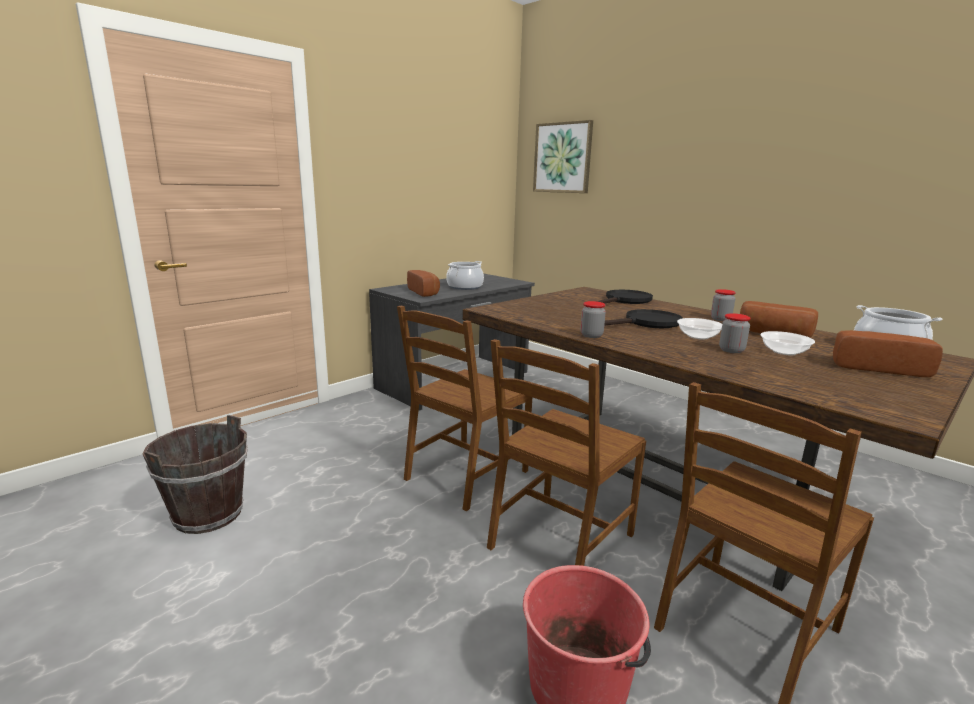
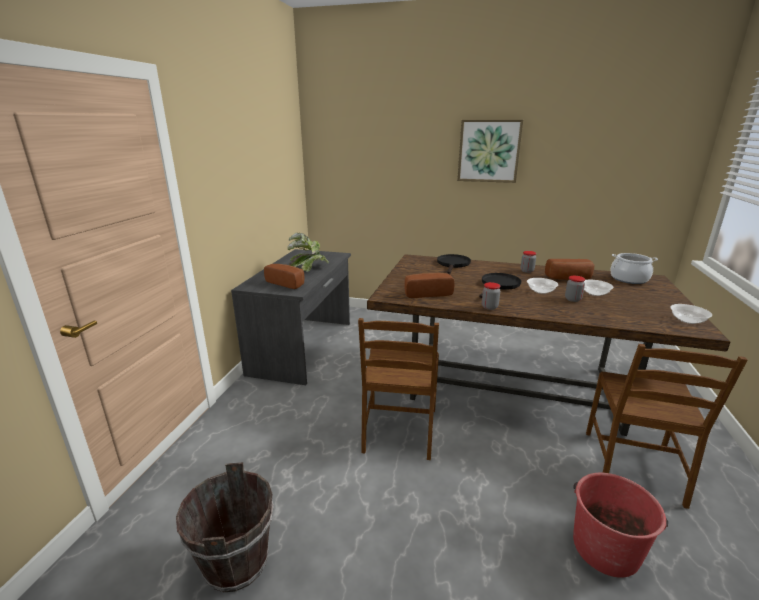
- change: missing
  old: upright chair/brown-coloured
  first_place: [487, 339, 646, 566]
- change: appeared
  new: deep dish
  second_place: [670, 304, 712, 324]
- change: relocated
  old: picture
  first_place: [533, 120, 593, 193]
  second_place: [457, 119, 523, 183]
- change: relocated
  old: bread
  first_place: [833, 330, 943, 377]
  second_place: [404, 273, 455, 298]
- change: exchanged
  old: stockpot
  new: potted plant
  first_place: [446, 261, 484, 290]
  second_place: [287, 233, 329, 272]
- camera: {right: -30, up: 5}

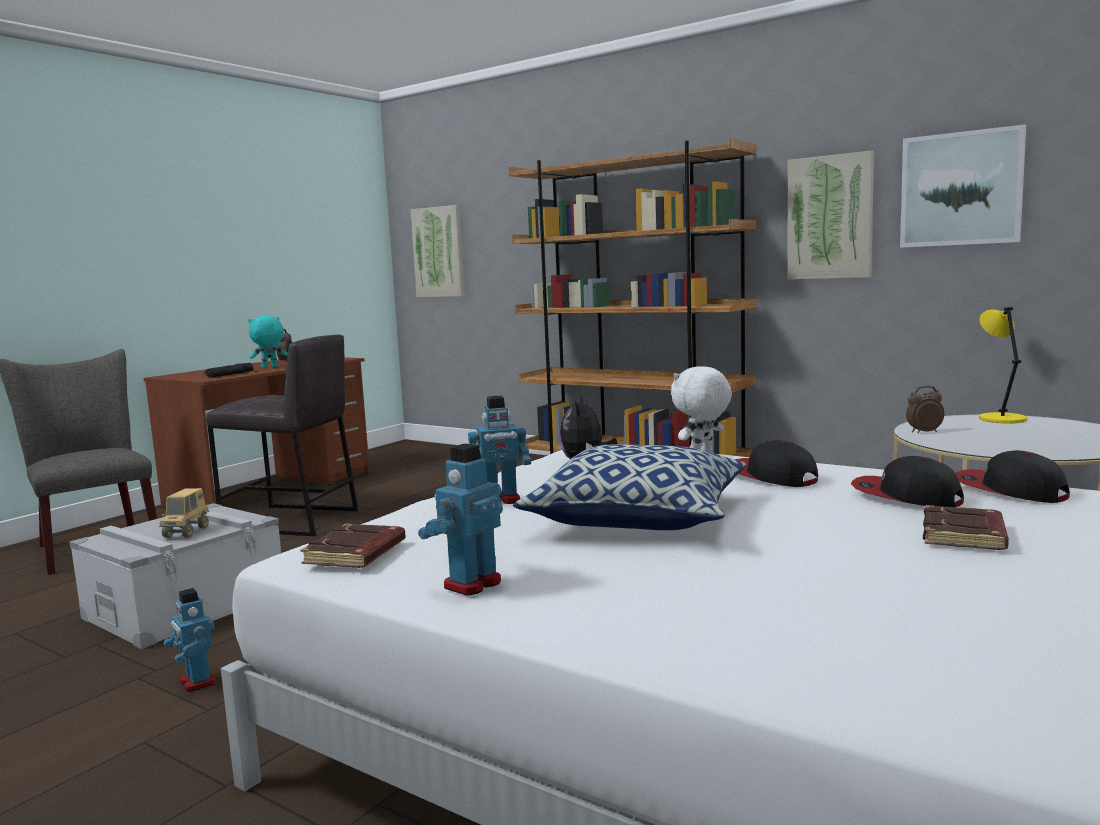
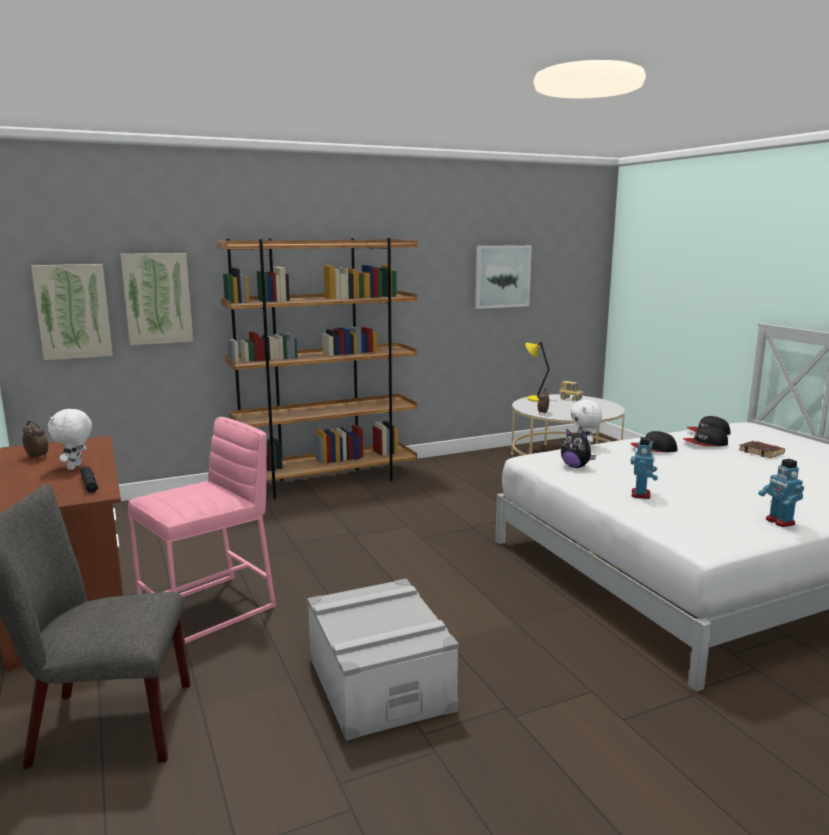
- change: missing
  old: model robot
  first_place: [163, 588, 216, 692]
- change: missing
  old: book/brown-coloured
  first_place: [300, 524, 406, 568]
- change: missing
  old: throw pillow
  first_place: [513, 444, 746, 530]
- change: relocated
  old: model truck
  first_place: [159, 488, 209, 538]
  second_place: [559, 381, 584, 401]
- change: relocated
  old: picture
  first_place: [787, 151, 874, 280]
  second_place: [120, 253, 193, 345]
- change: colour
  old: sitting stool/greyish
  new: sitting stool/pinkish
  first_place: [206, 335, 358, 536]
  second_place: [128, 417, 276, 644]
- change: colour
  old: soft toy/blue-green
  new: soft toy/whitish
  first_place: [248, 315, 288, 368]
  second_place: [48, 409, 92, 470]
- camera: {right: -60, up: 5}

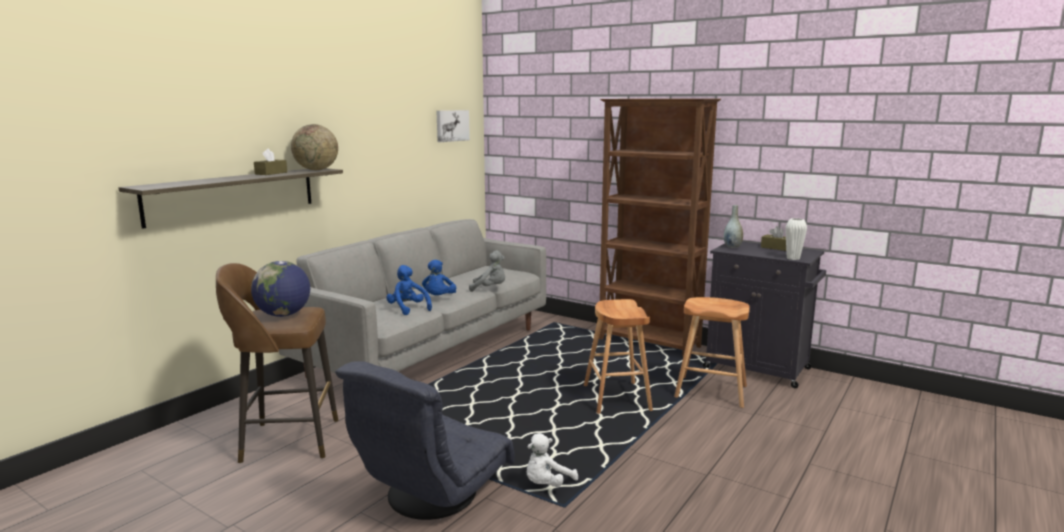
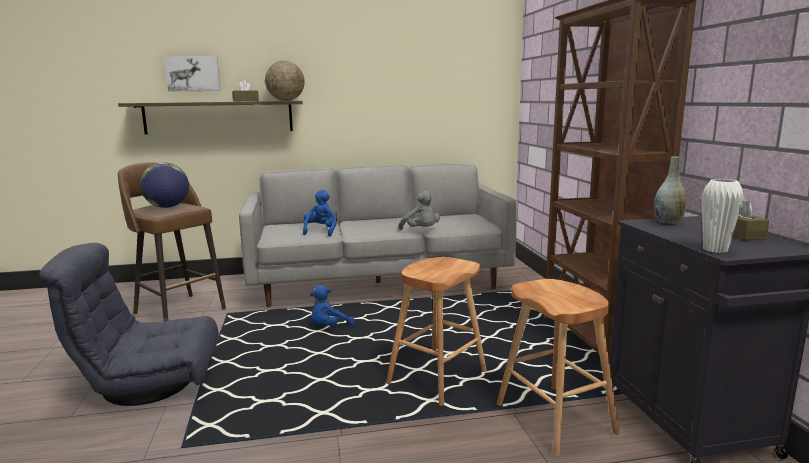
- change: missing
  old: soft toy/whitish
  first_place: [527, 433, 578, 487]
- change: relocated
  old: soft toy/blue-coloured
  first_place: [422, 260, 456, 295]
  second_place: [310, 285, 355, 326]
- change: relocated
  old: picture
  first_place: [436, 110, 470, 142]
  second_place: [164, 56, 220, 91]
- camera: {right: 45, up: 0}

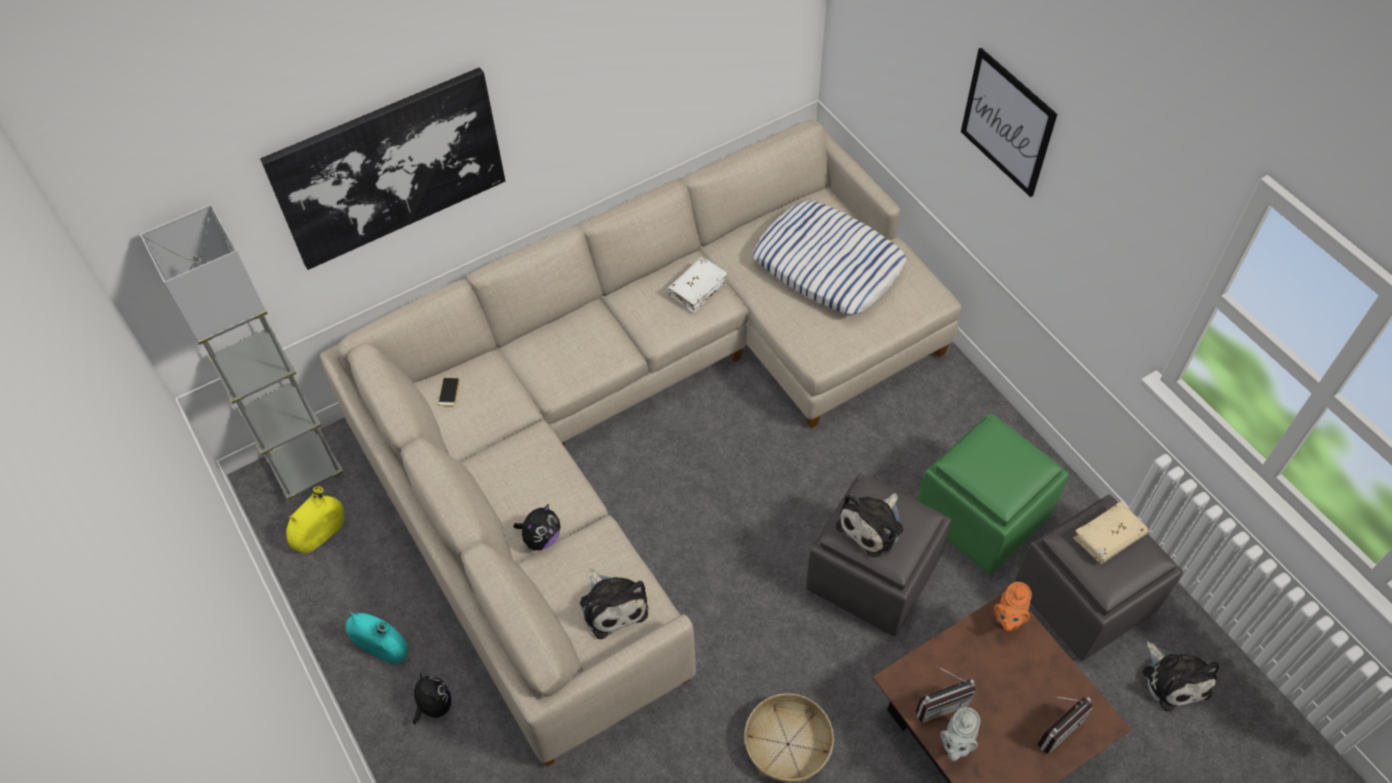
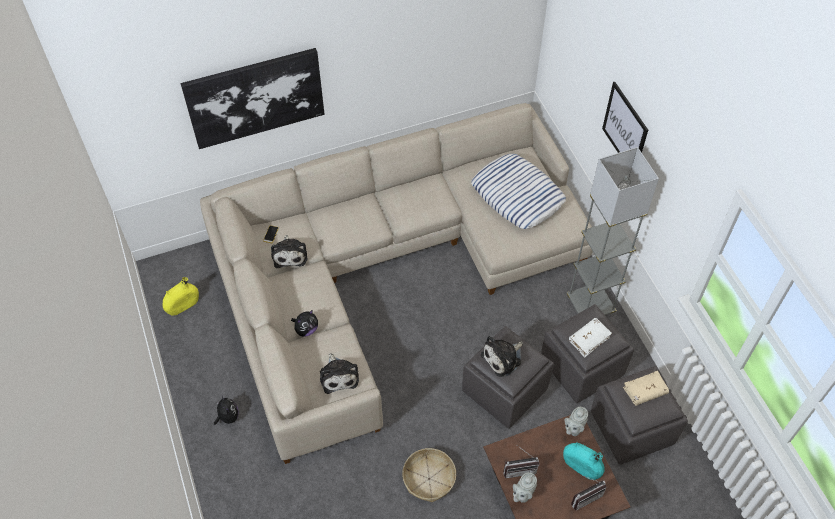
- change: relocated
  old: standing lamp/greyish
  first_place: [140, 204, 343, 501]
  second_place: [567, 147, 659, 315]
- change: relocated
  old: flower vase/blue-green
  first_place: [346, 612, 408, 664]
  second_place: [563, 442, 604, 480]
- change: relocated
  old: book/whitish
  first_place: [668, 257, 728, 313]
  second_place: [569, 318, 612, 357]
- change: relocated
  old: soft toy
  first_place: [1143, 642, 1219, 711]
  second_place: [271, 235, 307, 268]
- change: colour
  old: footrest/greenish
  new: footrest/greyish
  first_place: [917, 413, 1069, 575]
  second_place: [541, 304, 634, 403]
- change: colour
  old: tea pot/orangey
  new: tea pot/greyish
  first_place: [994, 582, 1032, 631]
  second_place: [564, 407, 588, 436]
- camera: {right: 10, up: 0}

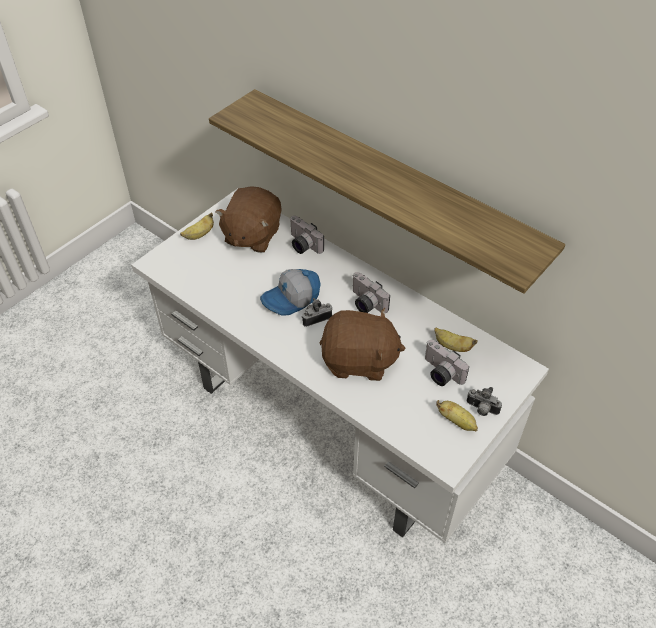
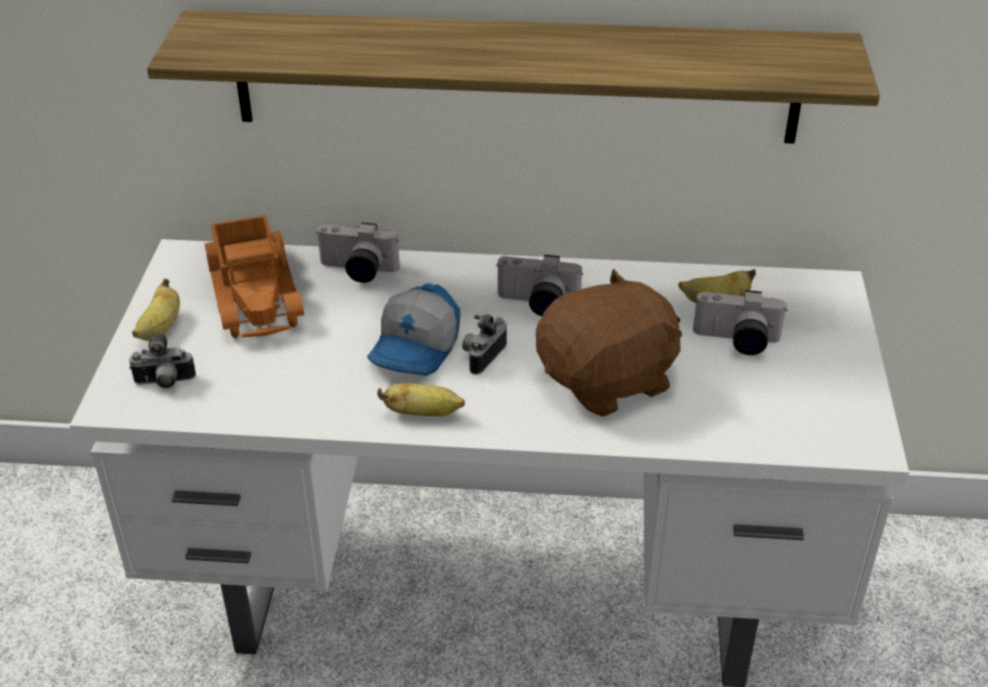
- change: relocated
  old: whole banana
  first_place: [436, 400, 478, 431]
  second_place: [377, 383, 465, 417]
- change: relocated
  old: photo camera
  first_place: [467, 387, 502, 416]
  second_place: [129, 333, 196, 388]
- change: exchanged
  old: soft toy/brown-coloured
  new: model truck
  first_place: [215, 186, 281, 253]
  second_place: [205, 215, 304, 338]
- camera: {right: -35, up: -10}

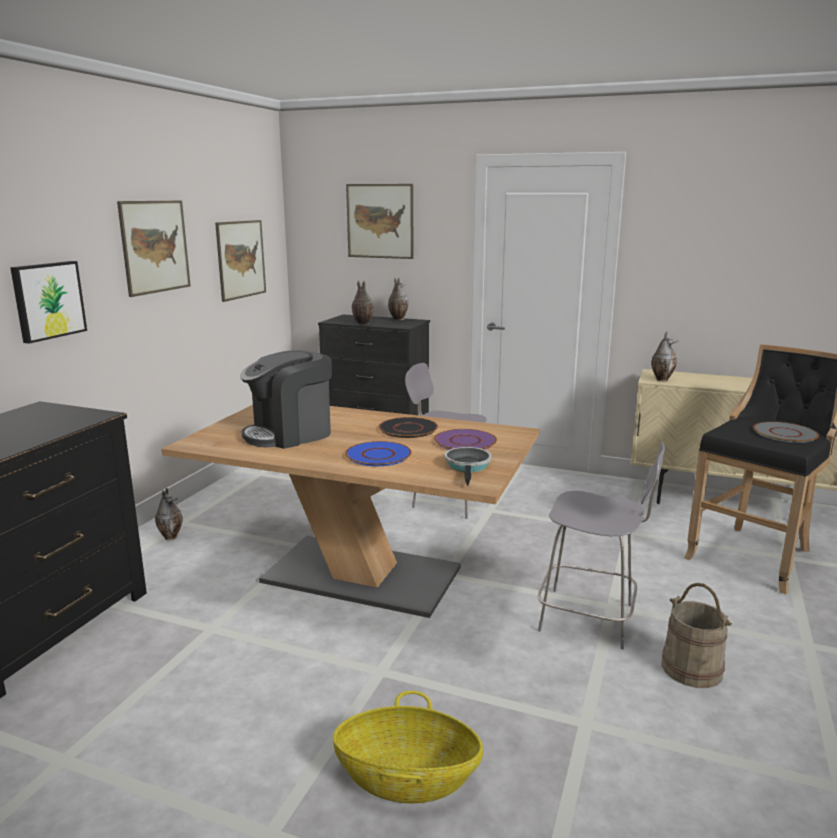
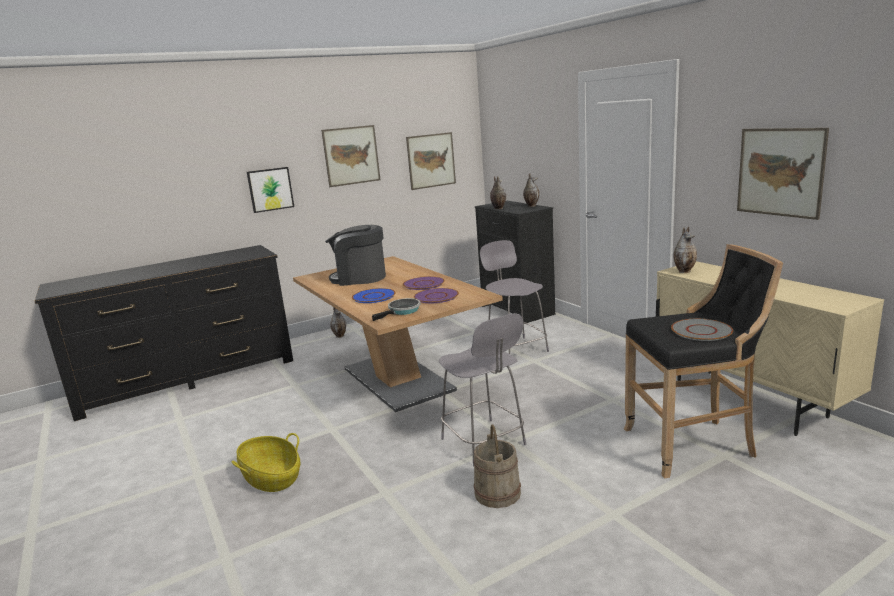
- change: relocated
  old: picture
  first_place: [346, 184, 414, 259]
  second_place: [737, 128, 829, 220]
- change: colour
  old: dinner plate/blackish
  new: dinner plate/purple
  first_place: [378, 417, 438, 438]
  second_place: [403, 276, 445, 290]
- camera: {right: 40, up: 0}

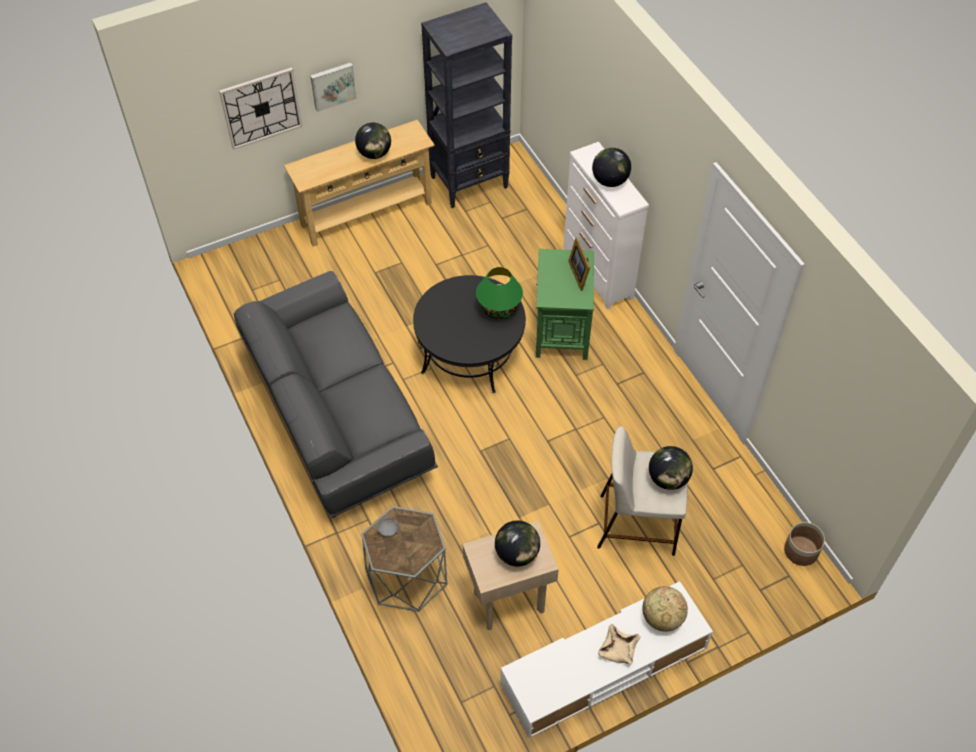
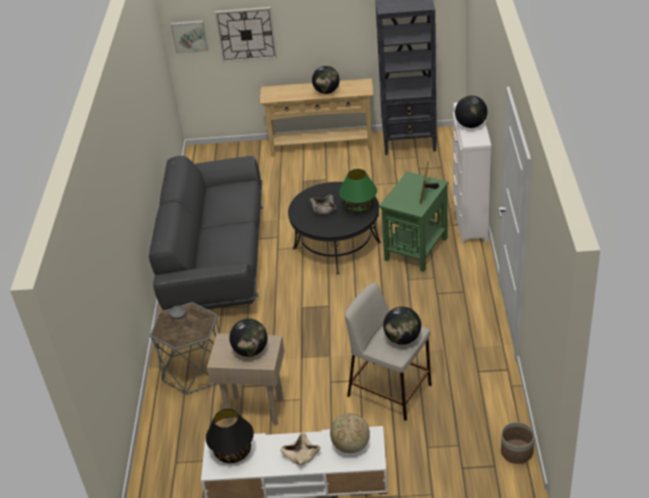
- change: appeared
  new: lamp for a table/blackish
  second_place: [206, 409, 254, 463]
- change: appeared
  new: deep dish/sand-coloured
  second_place: [310, 194, 336, 215]
- change: relocated
  old: picture
  first_place: [310, 62, 357, 112]
  second_place: [171, 20, 208, 54]
- camera: {right: 30, up: -15}

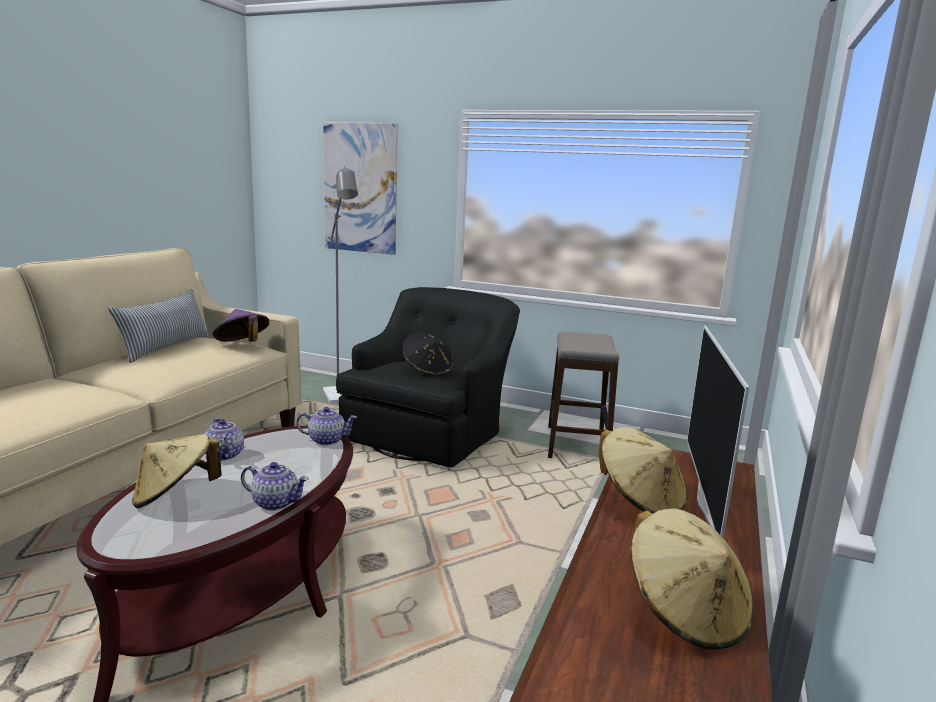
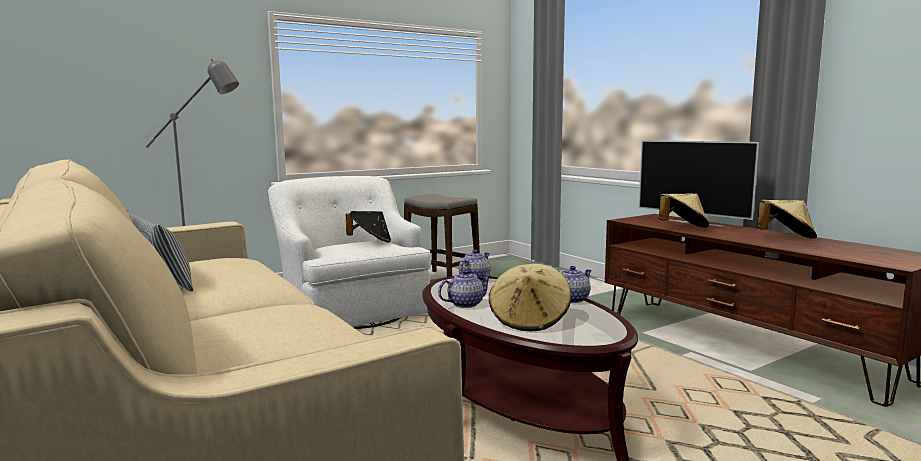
- change: missing
  old: wearable hat/purple
  first_place: [213, 309, 269, 342]
- change: missing
  old: picture
  first_place: [323, 122, 398, 255]
- change: colour
  old: armchair/blackish
  new: armchair/whitish
  first_place: [336, 287, 520, 467]
  second_place: [268, 176, 431, 329]
- change: spun
  old: tea pot
  first_place: [204, 418, 244, 461]
  second_place: [438, 270, 492, 308]
  degrees: 150
- camera: {right: -55, up: -5}

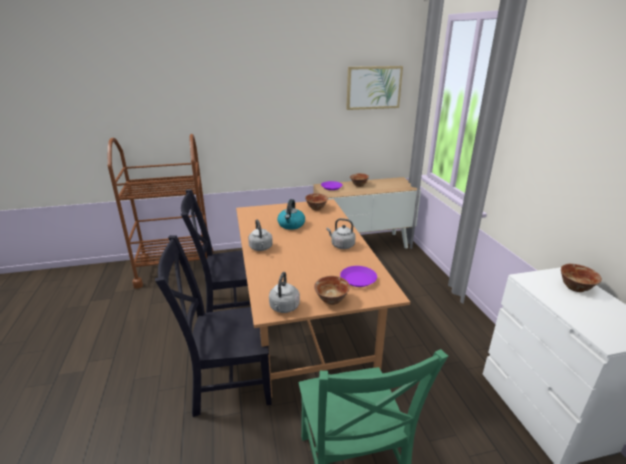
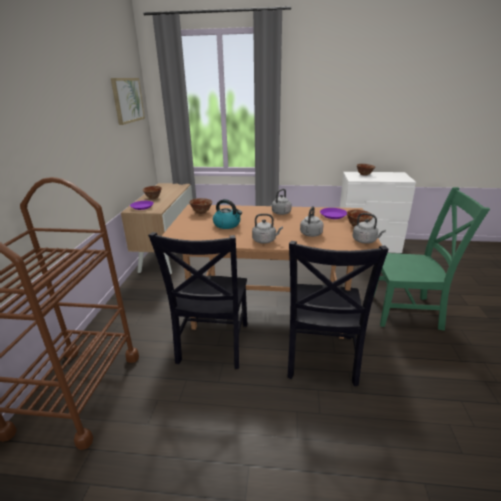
- change: appeared
  new: water kettle/greyish
  second_place: [300, 206, 324, 237]
- camera: {right: -70, up: 0}

